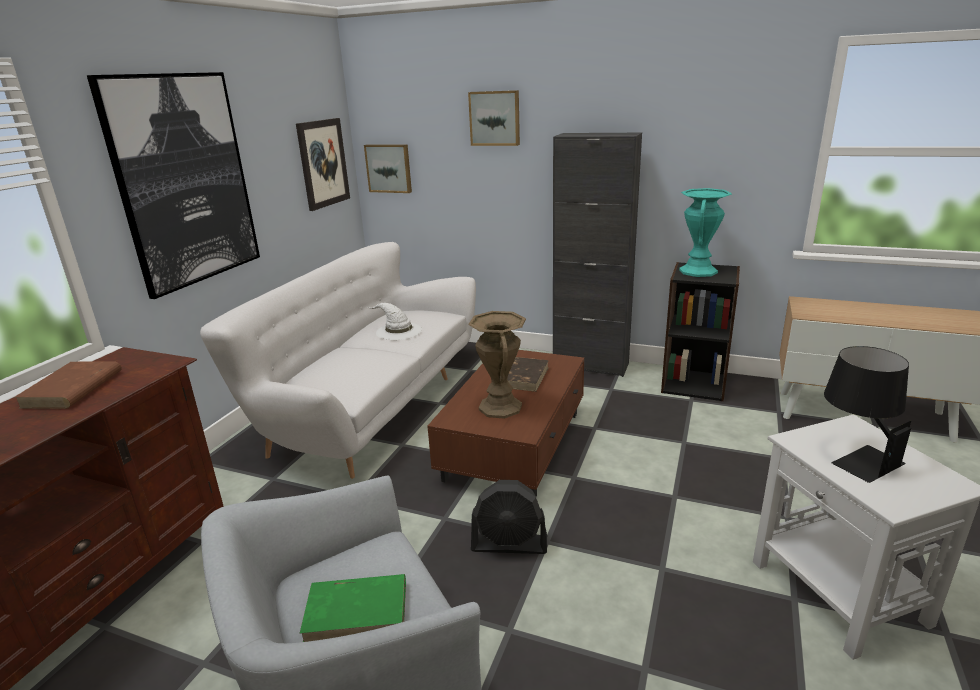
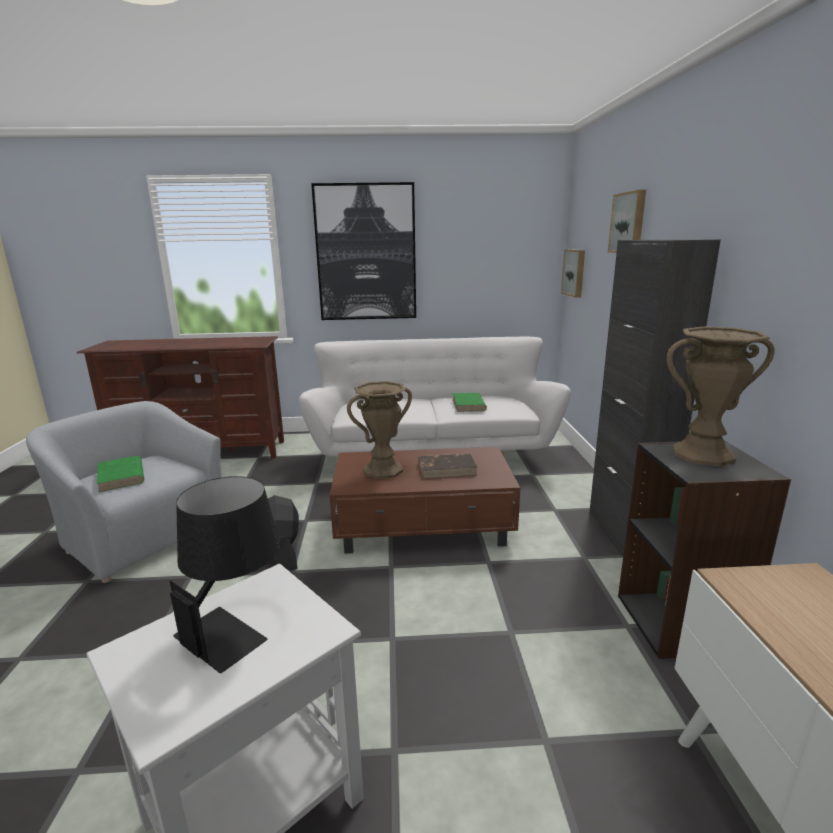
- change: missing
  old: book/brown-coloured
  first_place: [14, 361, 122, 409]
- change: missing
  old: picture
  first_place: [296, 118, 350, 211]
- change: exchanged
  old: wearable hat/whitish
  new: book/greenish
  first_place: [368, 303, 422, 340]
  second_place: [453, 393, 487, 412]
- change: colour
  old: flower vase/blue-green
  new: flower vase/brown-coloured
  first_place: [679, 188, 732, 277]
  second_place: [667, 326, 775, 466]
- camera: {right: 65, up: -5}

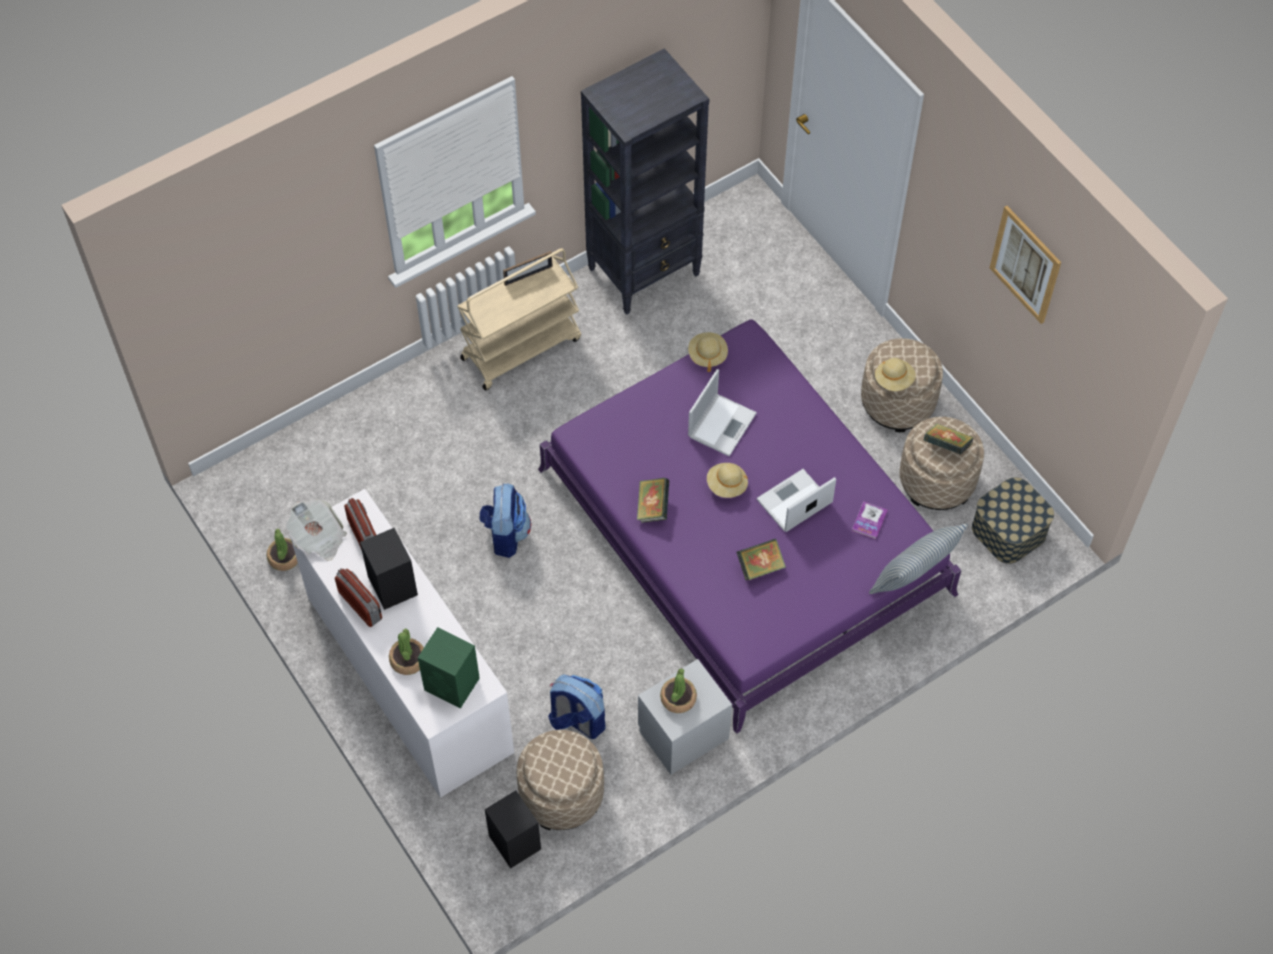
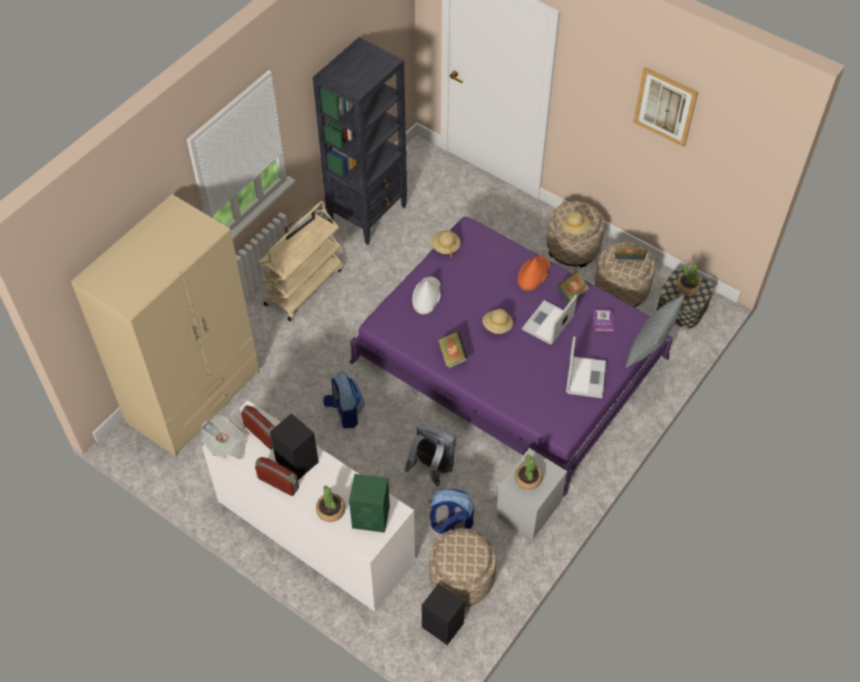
- change: appeared
  new: wardrobe/sand-coloured
  second_place: [71, 194, 259, 457]
- change: appeared
  new: backpack/greyish
  second_place: [405, 424, 456, 486]
- change: appeared
  new: wearable hat/whitish
  second_place: [412, 276, 441, 314]
- change: appeared
  new: wearable hat/orangey
  second_place: [518, 256, 550, 291]
- change: relocated
  old: potted plant
  first_place: [267, 529, 298, 571]
  second_place: [676, 264, 701, 295]
- change: relocated
  old: portable computer
  first_place: [688, 369, 757, 456]
  second_place: [566, 336, 606, 398]
- change: relocated
  old: book
  first_place: [737, 539, 786, 580]
  second_place: [556, 271, 589, 303]
- camera: {right: -20, up: -5}

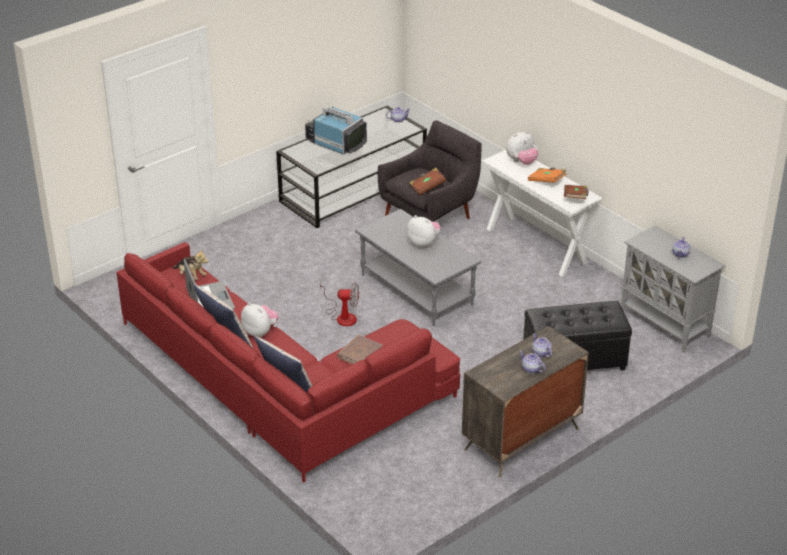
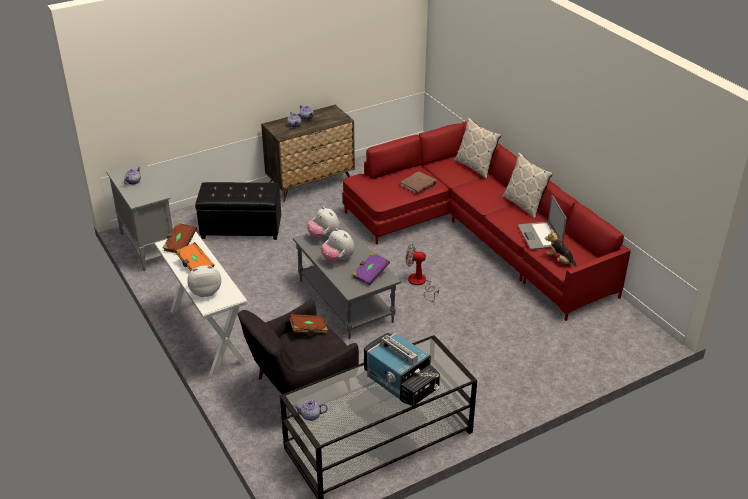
- change: appeared
  new: book/purple
  second_place: [352, 252, 390, 285]
- change: relocated
  old: soft toy
  first_place: [241, 303, 279, 338]
  second_place: [307, 206, 340, 239]
- camera: {right: -170, up: 0}

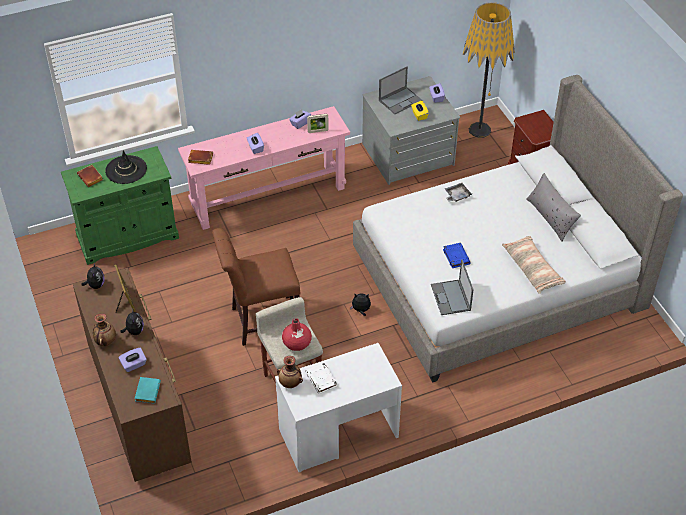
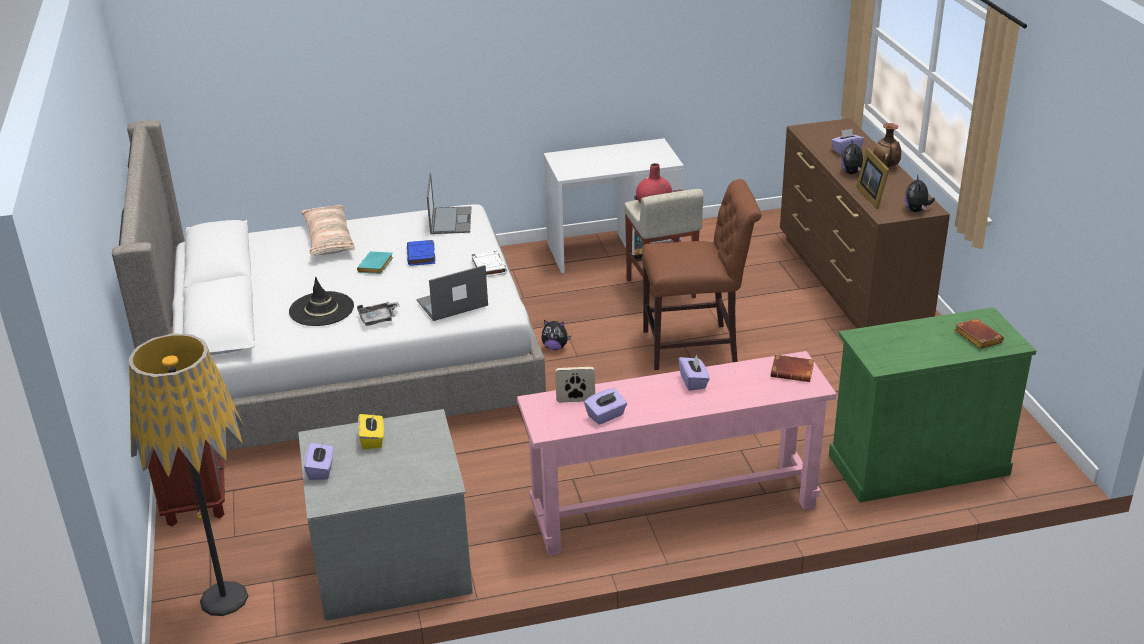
- change: missing
  old: flower vase
  first_place: [277, 356, 303, 388]
- change: missing
  old: throw pillow/greyish
  first_place: [526, 173, 581, 242]
- change: relocated
  old: wearable hat/blackish
  first_place: [105, 150, 147, 184]
  second_place: [289, 277, 354, 326]
- change: relocated
  old: book/blue-green
  first_place: [135, 377, 161, 403]
  second_place: [357, 251, 393, 274]
- change: relocated
  old: book/whitish
  first_place: [305, 363, 337, 394]
  second_place: [471, 250, 507, 277]
- change: relocated
  old: portable computer
  first_place: [379, 66, 422, 114]
  second_place: [417, 265, 488, 321]
- camera: {right: -170, up: -15}

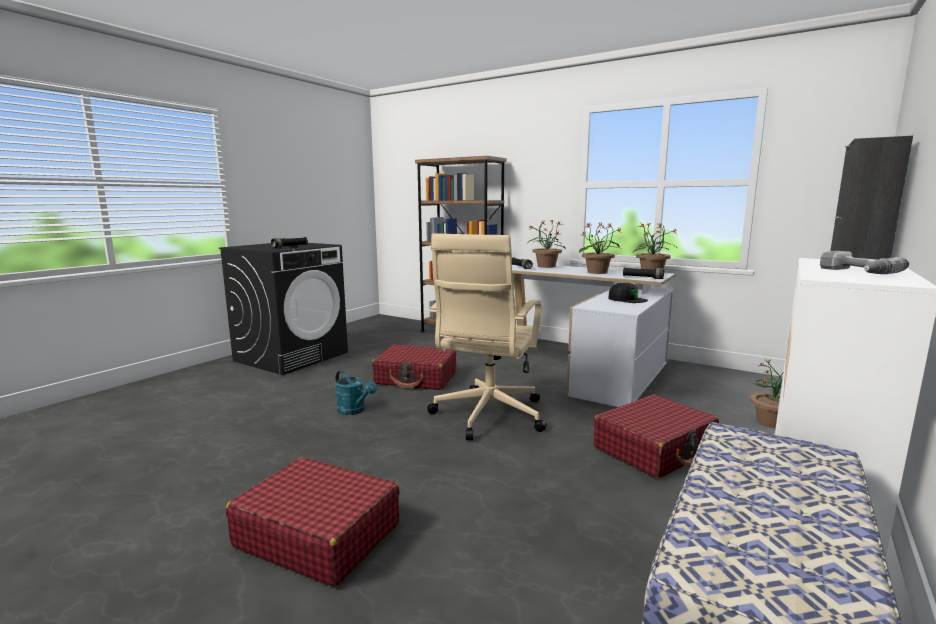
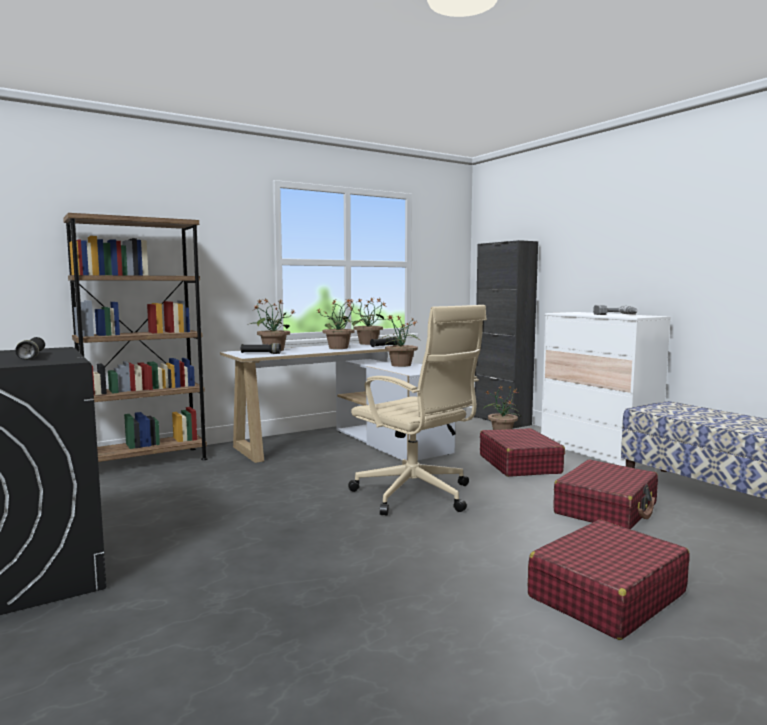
- change: missing
  old: sprinkling can/blue-green
  first_place: [336, 370, 377, 415]
- change: relocated
  old: suitcase/reddish
  first_place: [372, 344, 456, 390]
  second_place: [553, 460, 658, 529]
- change: exchanged
  old: cap/blackish
  new: potted plant
  first_place: [608, 283, 648, 303]
  second_place: [382, 315, 421, 367]
- camera: {right: -65, up: -5}

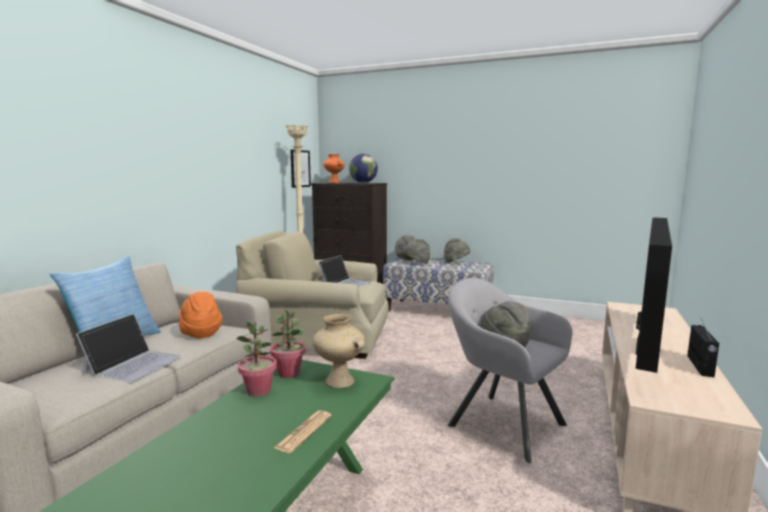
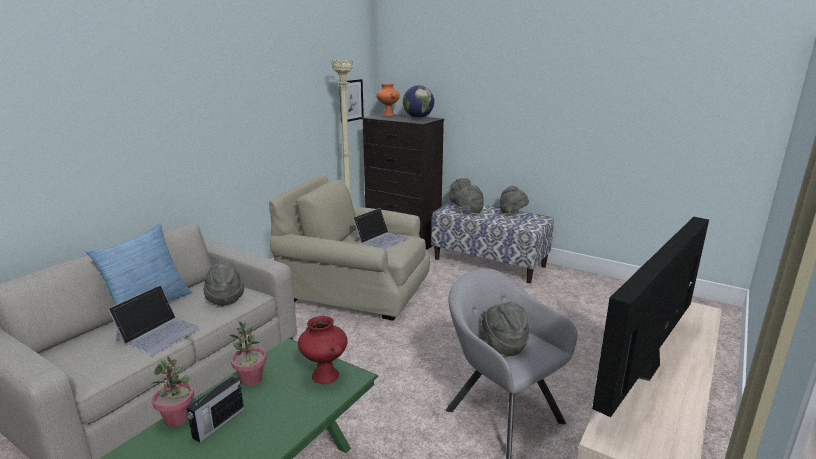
- change: missing
  old: newspaper
  first_place: [274, 410, 332, 453]
- change: relocated
  old: potted plant
  first_place: [270, 311, 305, 378]
  second_place: [152, 356, 194, 427]
- change: relocated
  old: radio receiver
  first_place: [687, 319, 719, 377]
  second_place: [186, 376, 244, 443]
- change: colour
  old: wearable hat/orangey
  new: wearable hat/greyish
  first_place: [179, 292, 222, 338]
  second_place: [203, 262, 244, 306]
- change: colour
  old: flower vase/sand-coloured
  new: flower vase/reddish
  first_place: [312, 314, 365, 388]
  second_place: [298, 316, 348, 384]
- camera: {right: 10, up: 10}

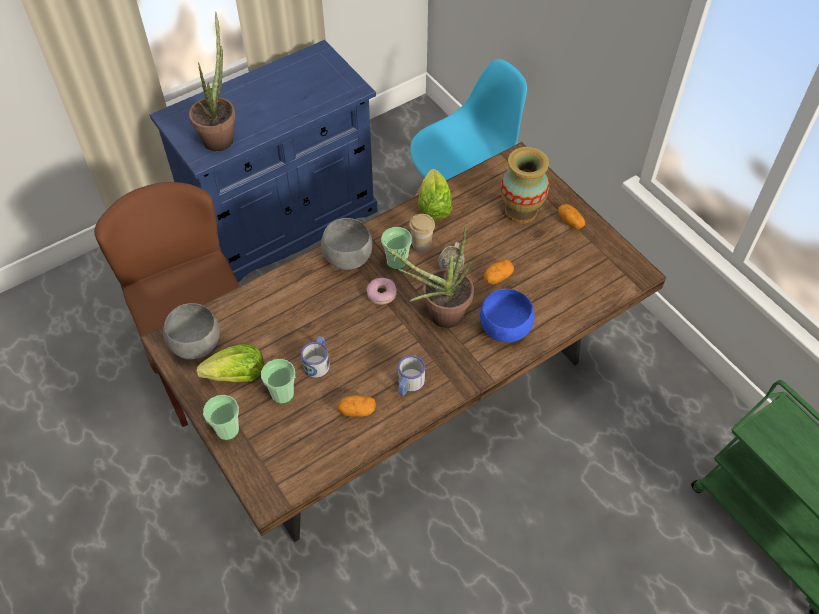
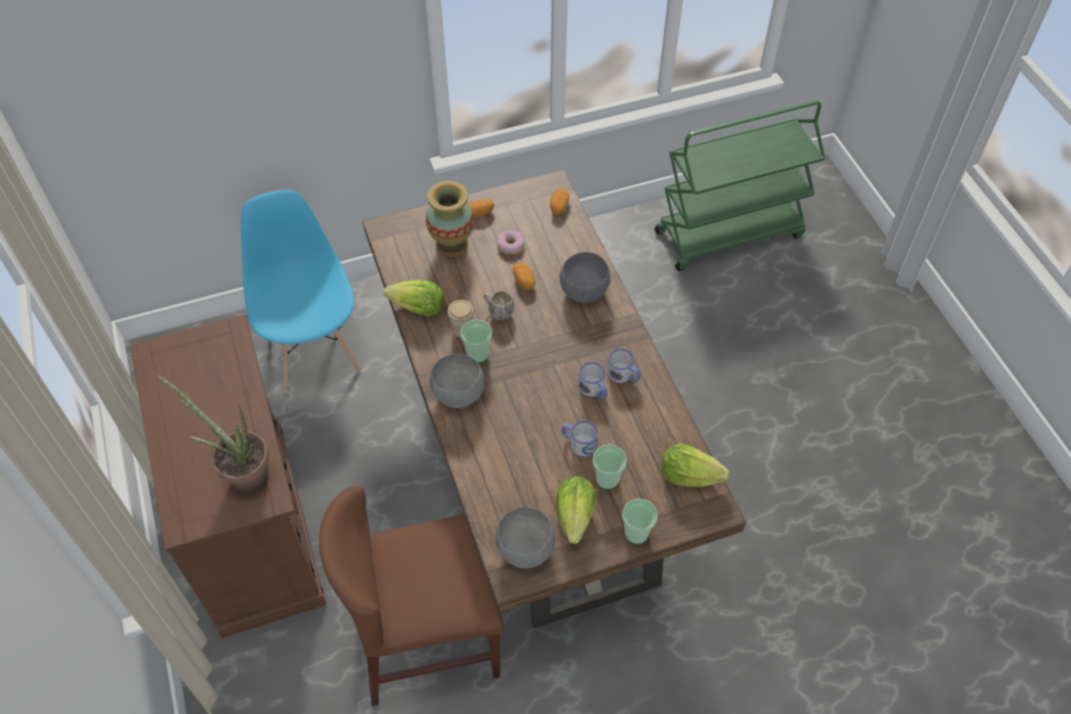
- change: missing
  old: potted plant
  first_place: [387, 223, 474, 328]
- change: appeared
  new: mug
  second_place: [578, 362, 607, 399]
- change: appeared
  new: head of lettuce
  second_place: [662, 443, 729, 487]
- change: relocated
  old: potato
  first_place: [338, 395, 376, 417]
  second_place: [550, 188, 569, 214]
- change: relocated
  old: ring doughnut
  first_place: [366, 278, 397, 305]
  second_place: [497, 230, 524, 255]
- change: colour
  old: cabinet/blue-coloured
  new: cabinet/brown-coloured
  first_place: [150, 40, 378, 283]
  second_place: [130, 314, 326, 638]
- change: colour
  old: deep dish/blue-coloured
  new: deep dish/greyish
  first_place: [480, 289, 535, 343]
  second_place: [560, 252, 610, 302]
- camera: {right: -75, up: 0}

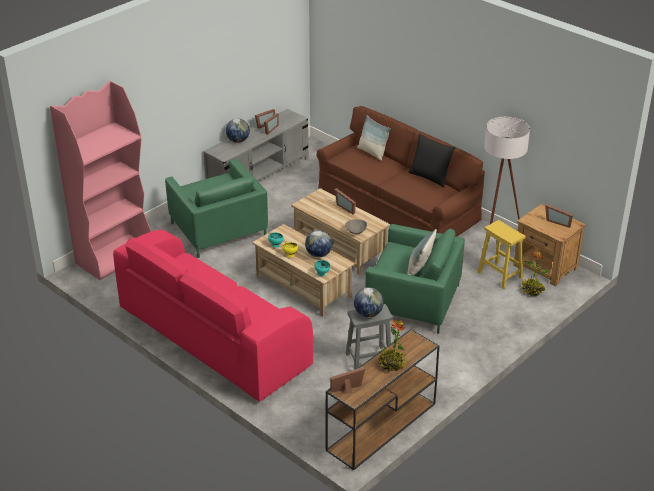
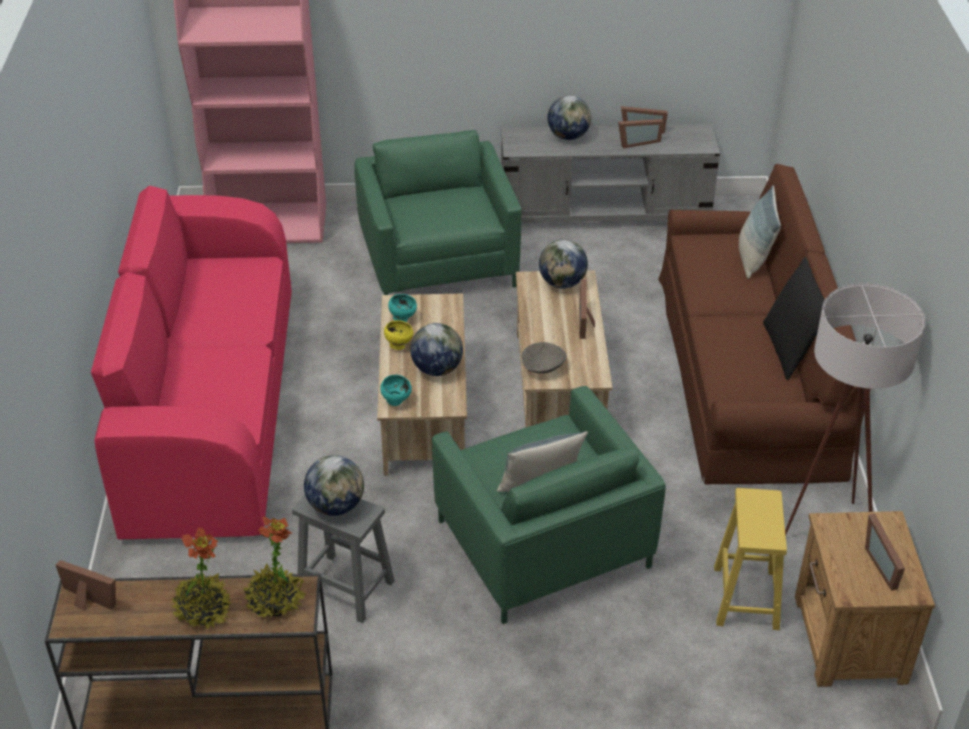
- change: appeared
  new: desk globe
  second_place: [539, 239, 588, 289]
- change: relocated
  old: potted plant
  first_place: [521, 252, 549, 296]
  second_place: [242, 516, 306, 618]
- change: spun
  old: armchair/greenish
  first_place: [165, 159, 268, 258]
  second_place: [355, 130, 522, 295]
  degrees: 150
- camera: {right: 45, up: 5}

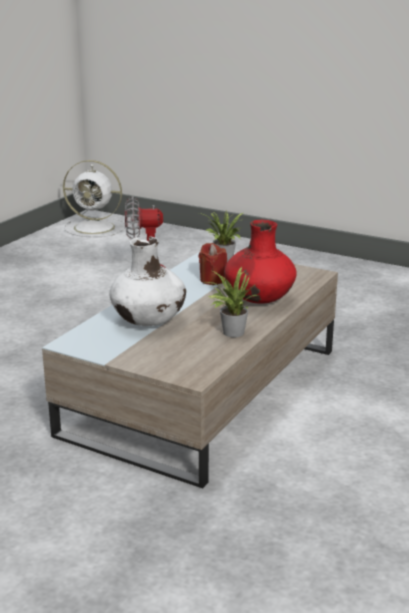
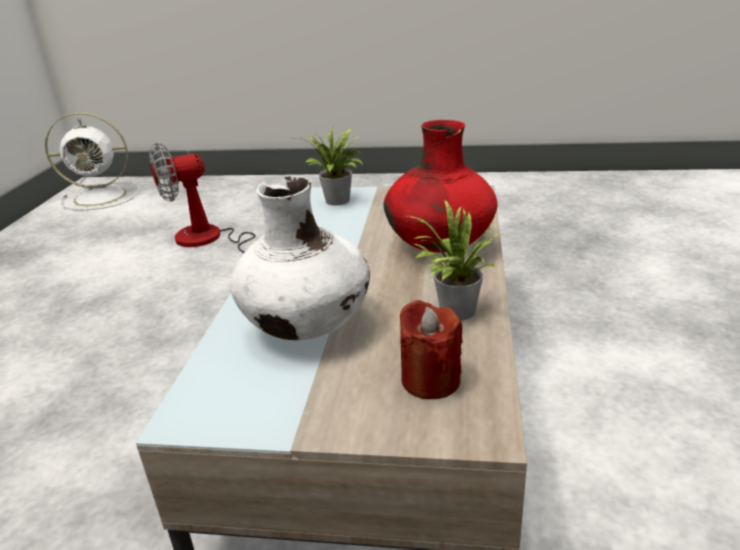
- change: relocated
  old: candle/reddish
  first_place: [199, 243, 227, 285]
  second_place: [400, 300, 463, 399]
- camera: {right: -20, up: 5}

